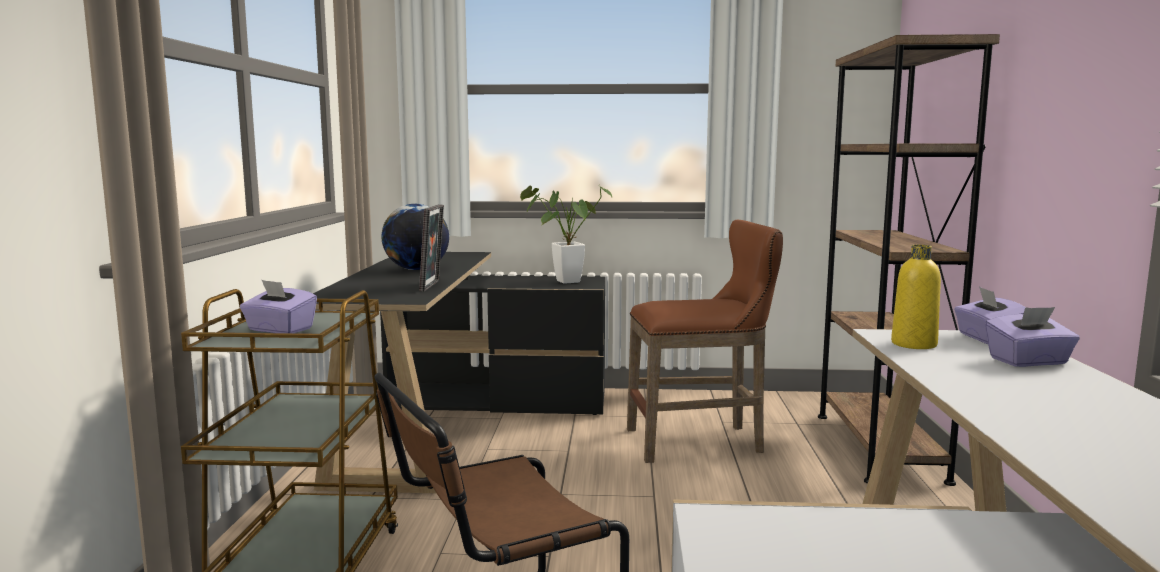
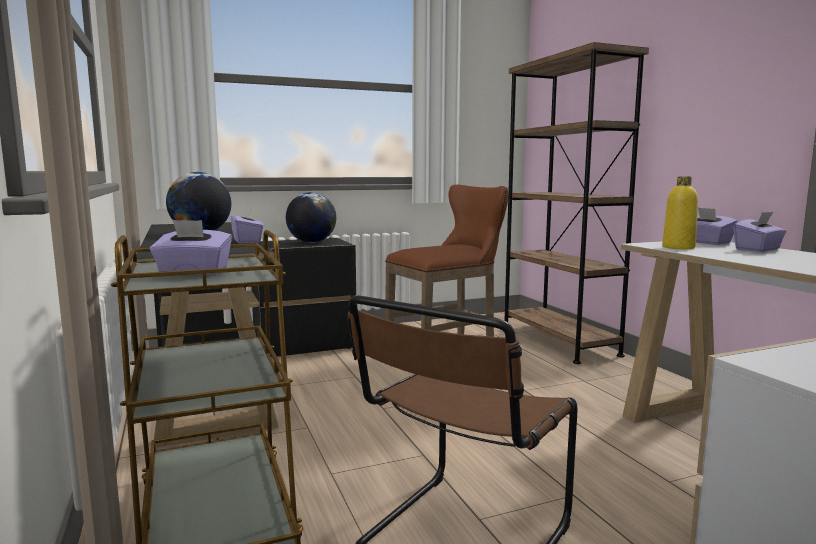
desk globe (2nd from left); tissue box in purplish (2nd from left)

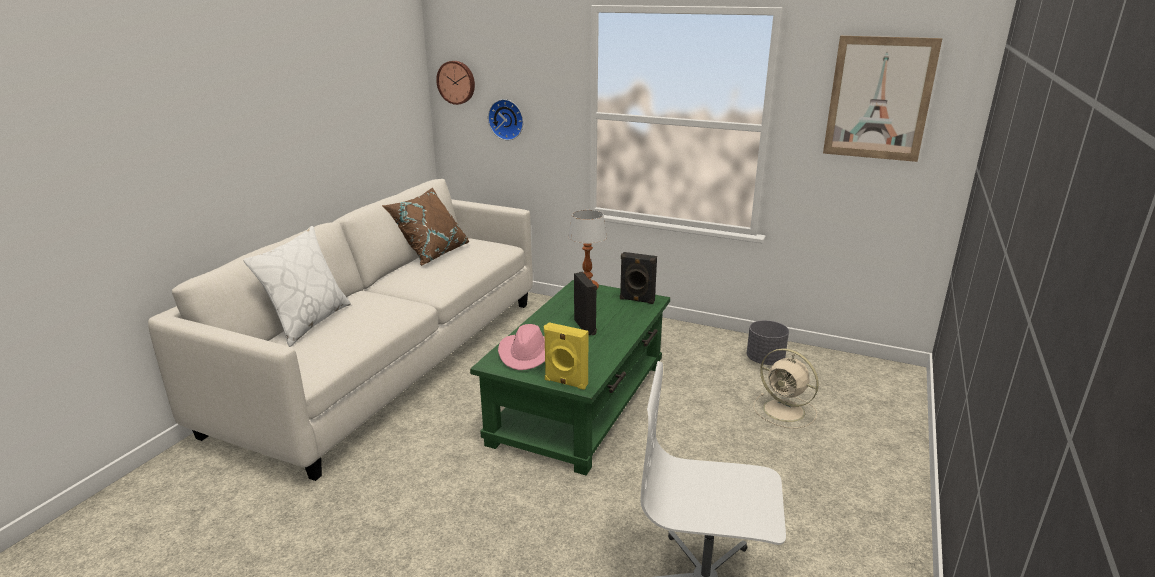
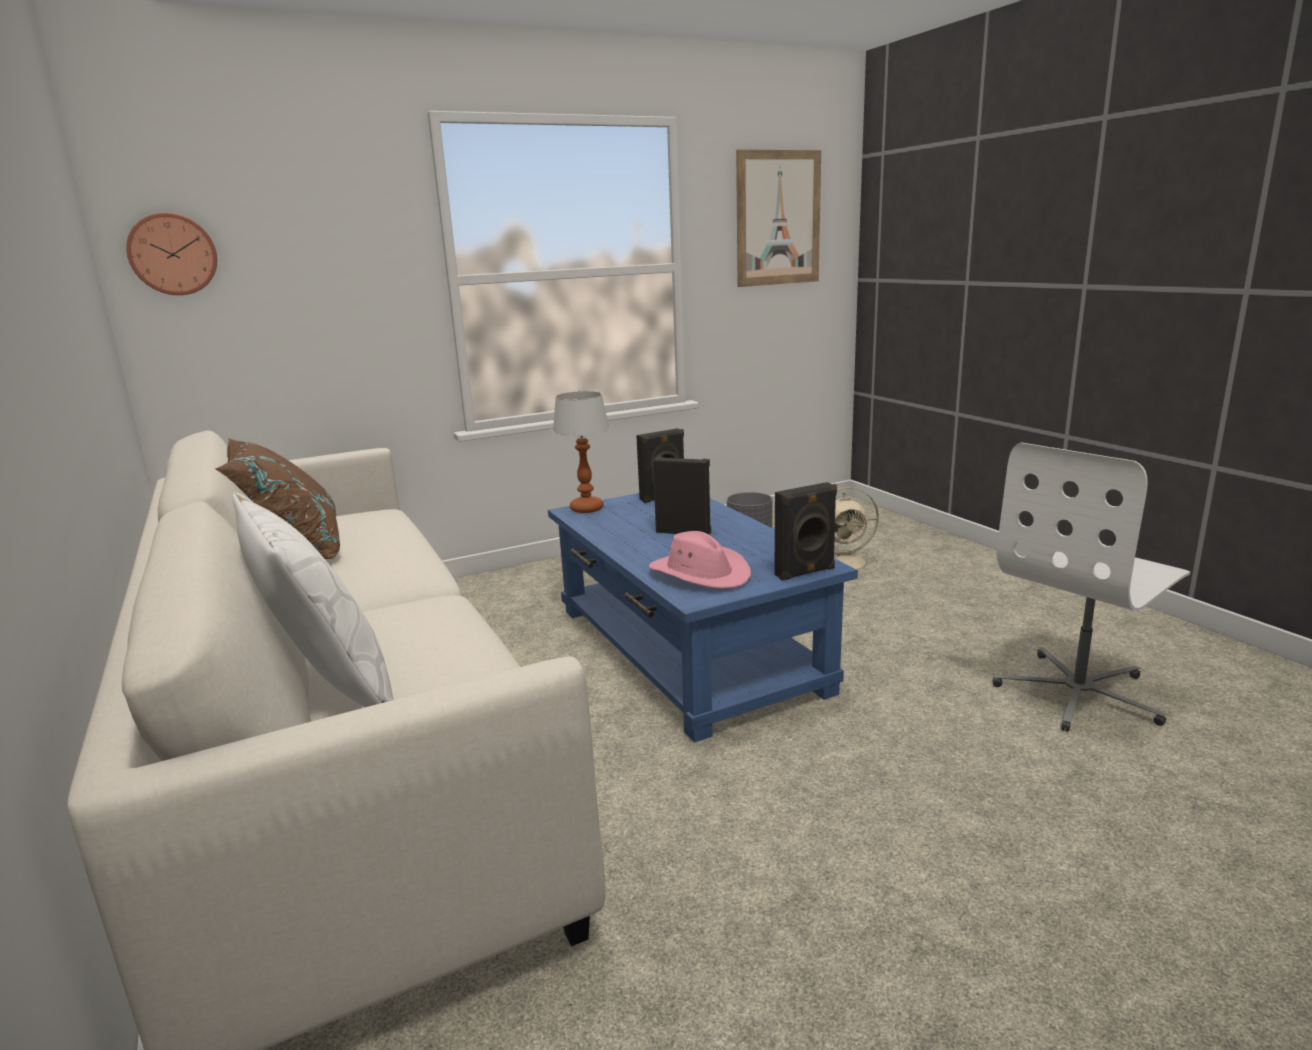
clock on the wall (2nd from left in the first image); low table in bluish; loudspeaker in black-coloured (3rd from left)

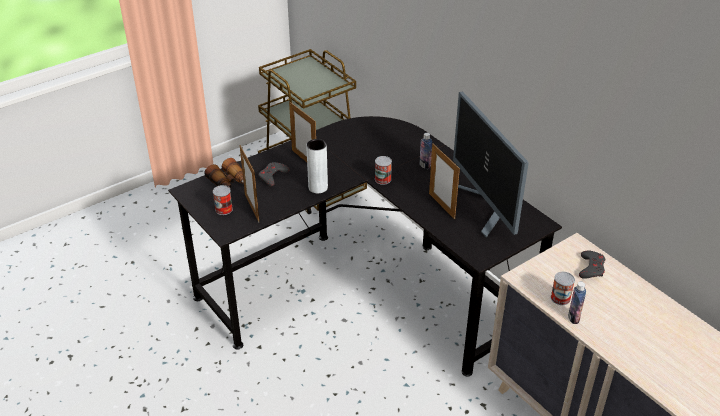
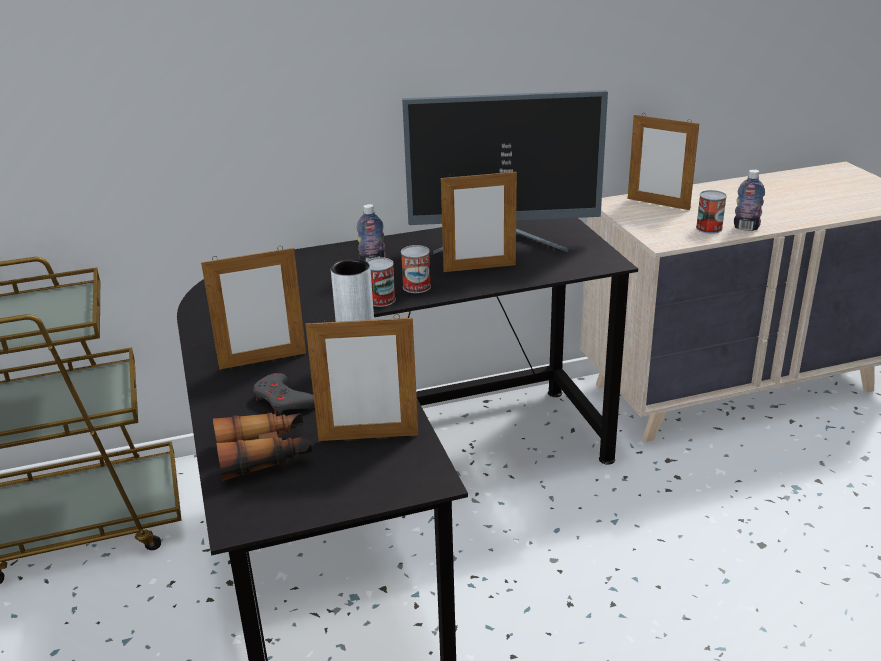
sealed can (2nd from left); picture frame (4th from left)

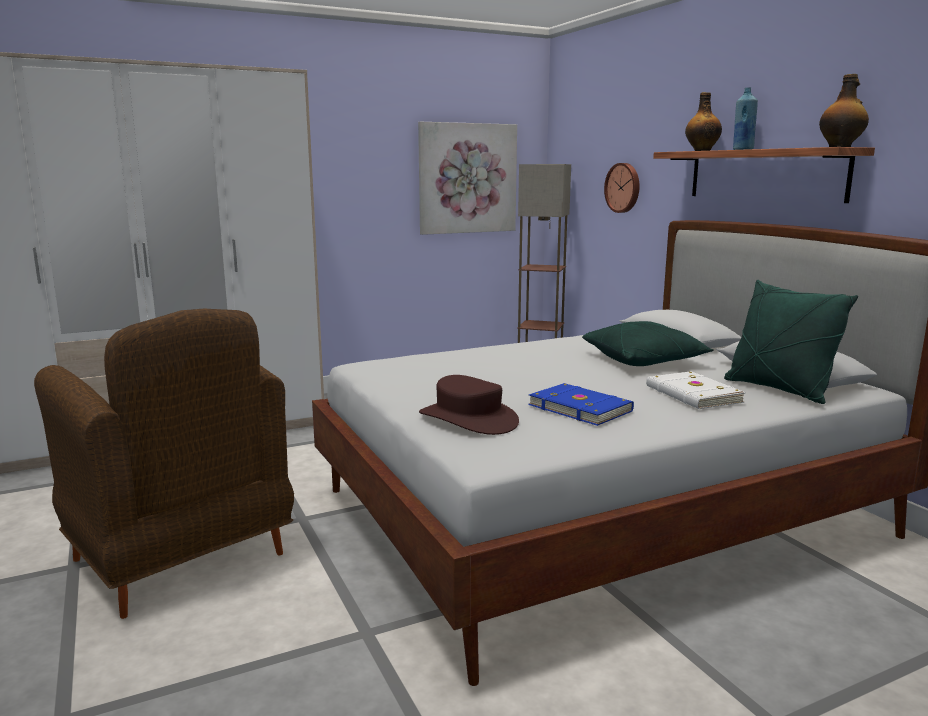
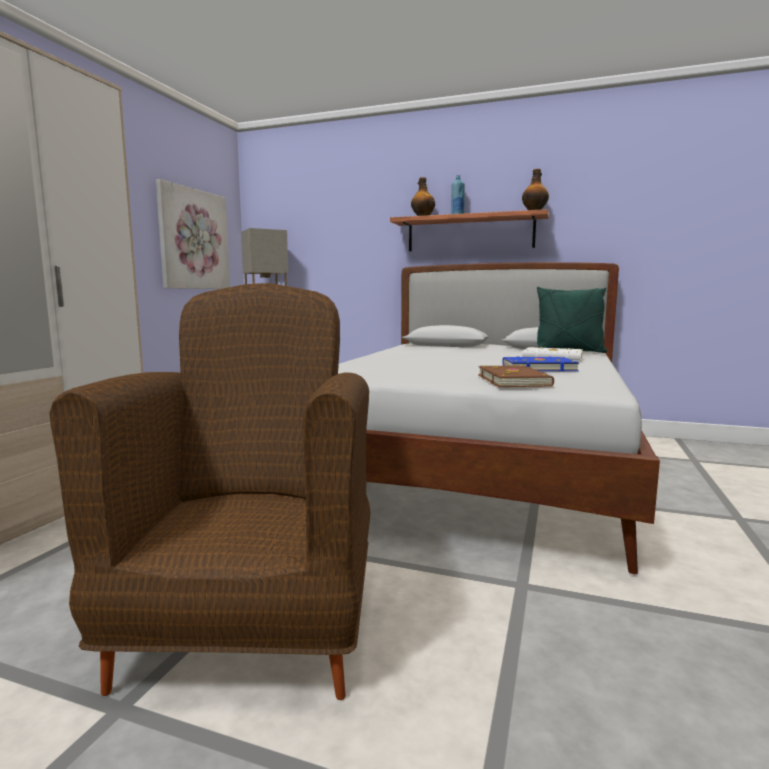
clock on the wall; easy chair in brown-coloured; pillow in green-coloured (1st from left in the first image); book in brown-coloured

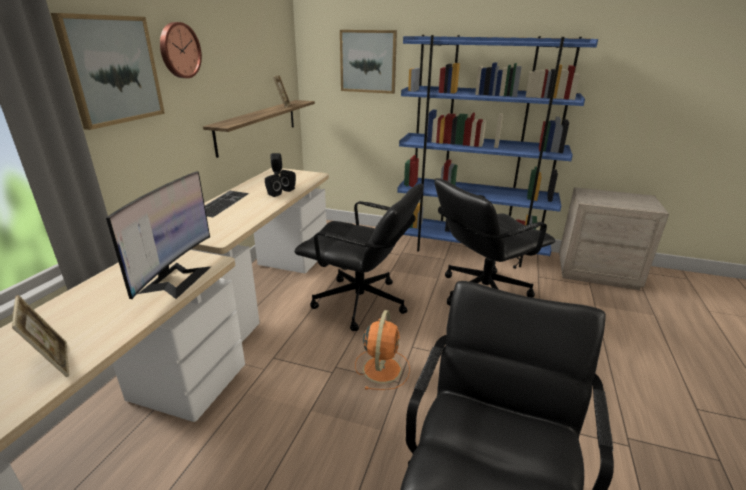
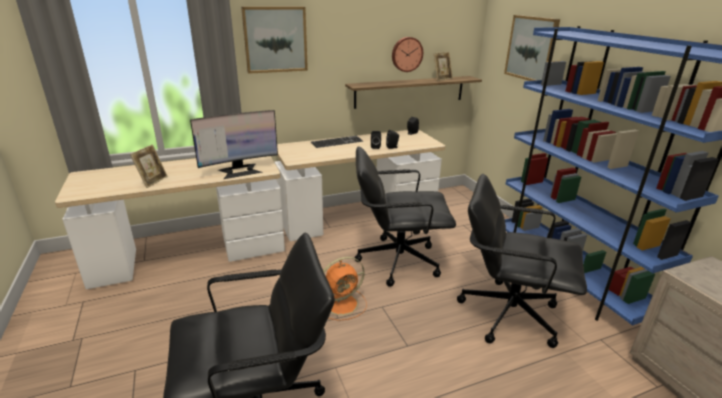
clock on the wall; desk chair in black-coloured (2nd from left)

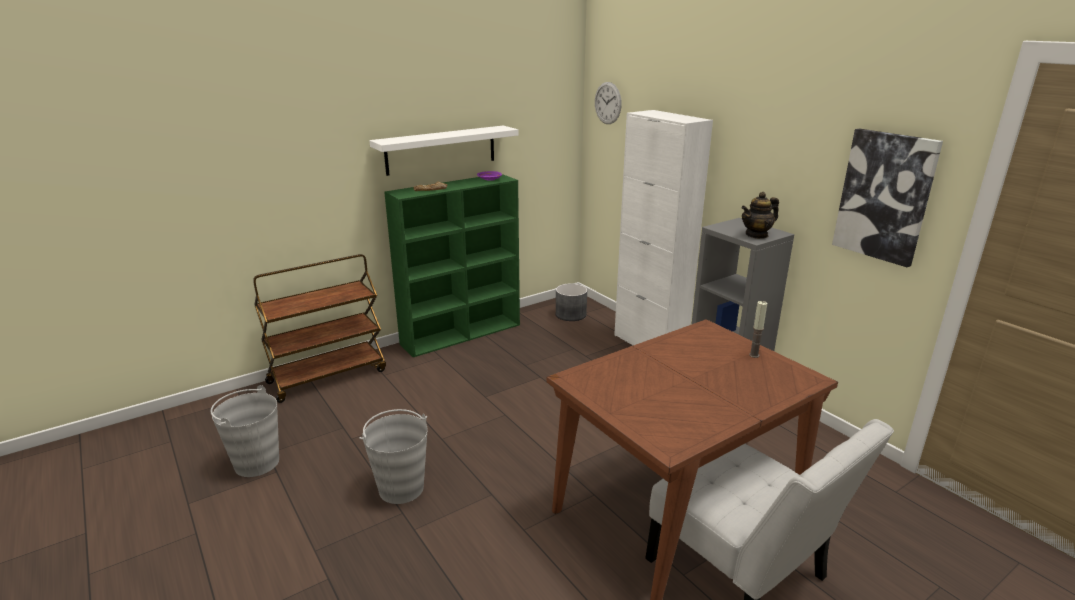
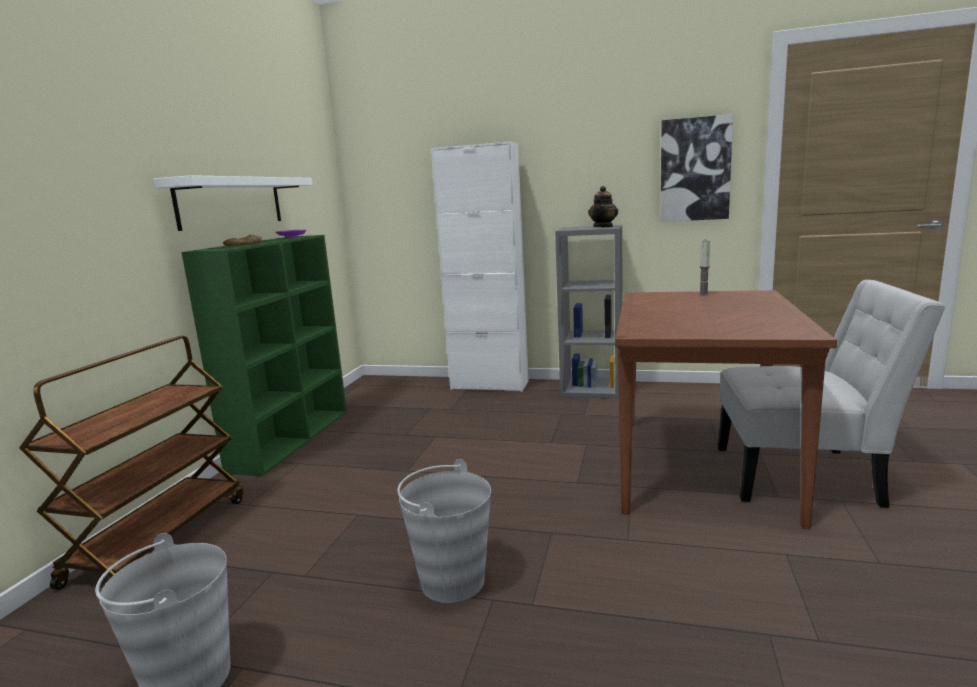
clock on the wall; plant pot in grey

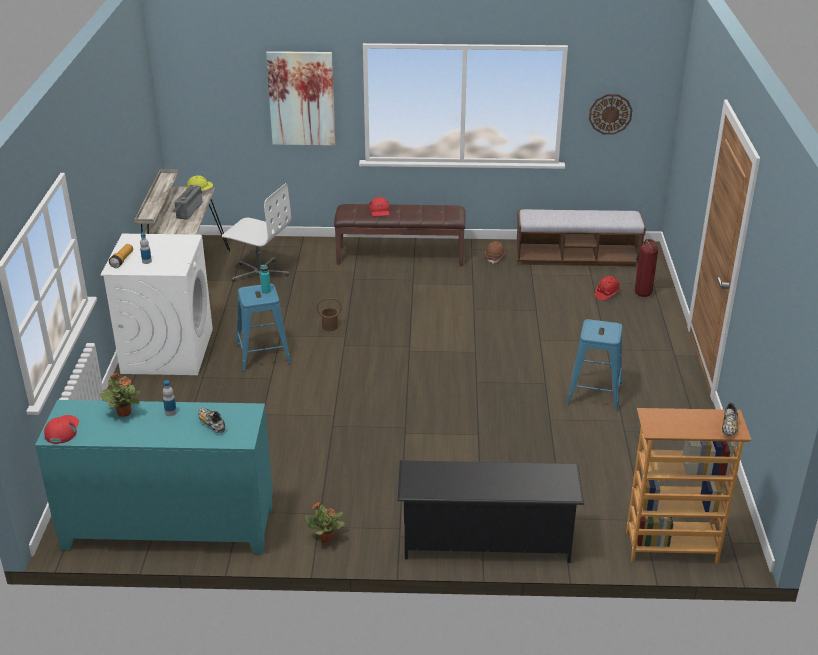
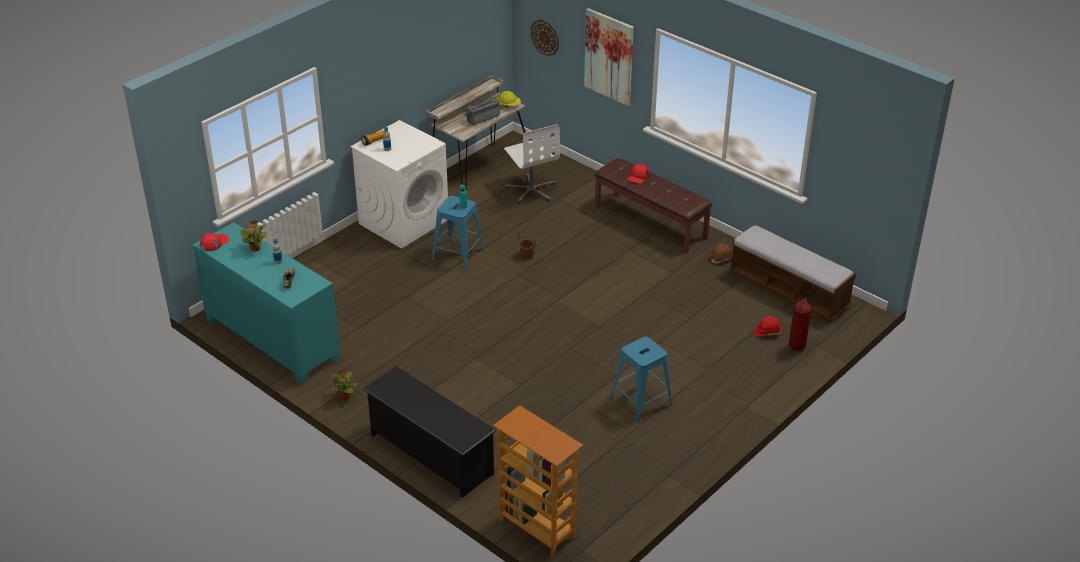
clock on the wall; shoe (2nd from left in the first image)

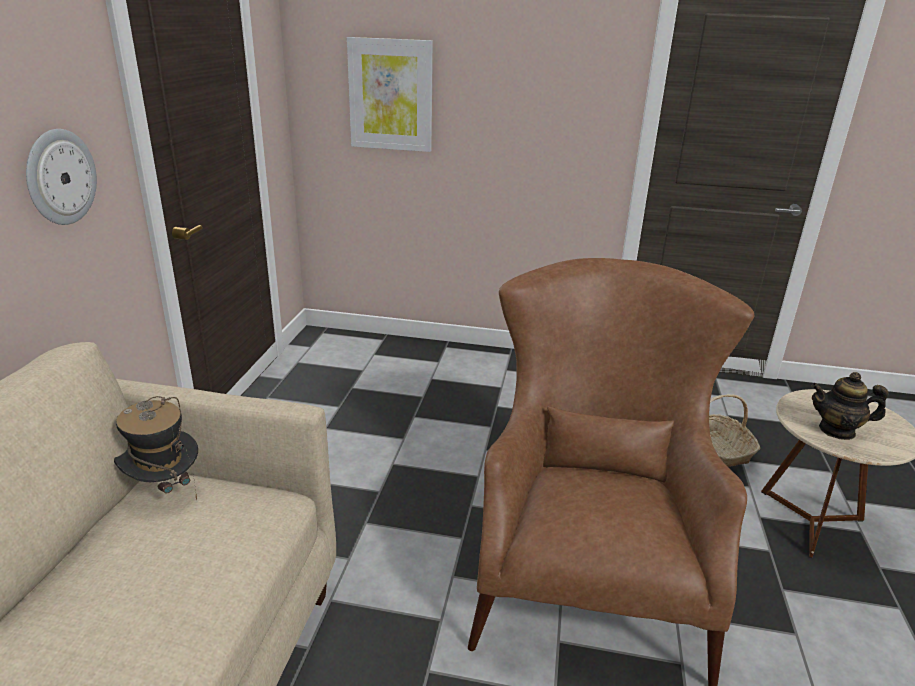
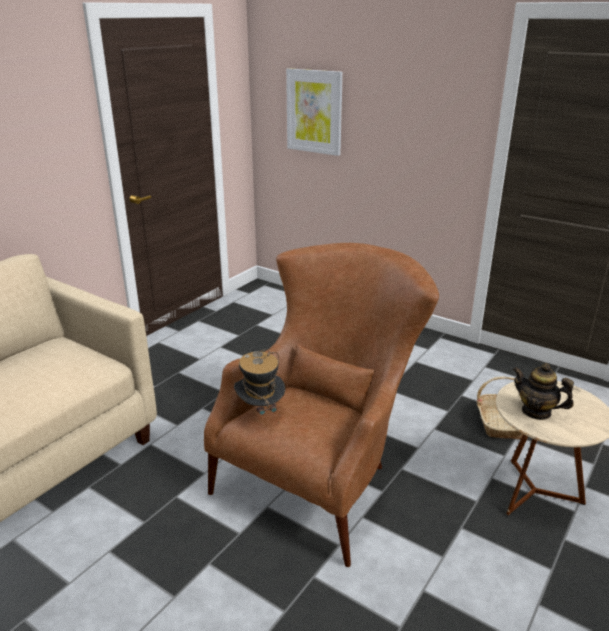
clock on the wall; wearable hat

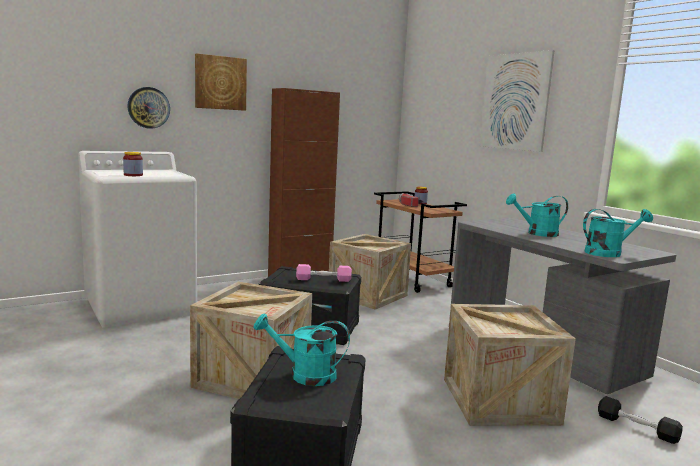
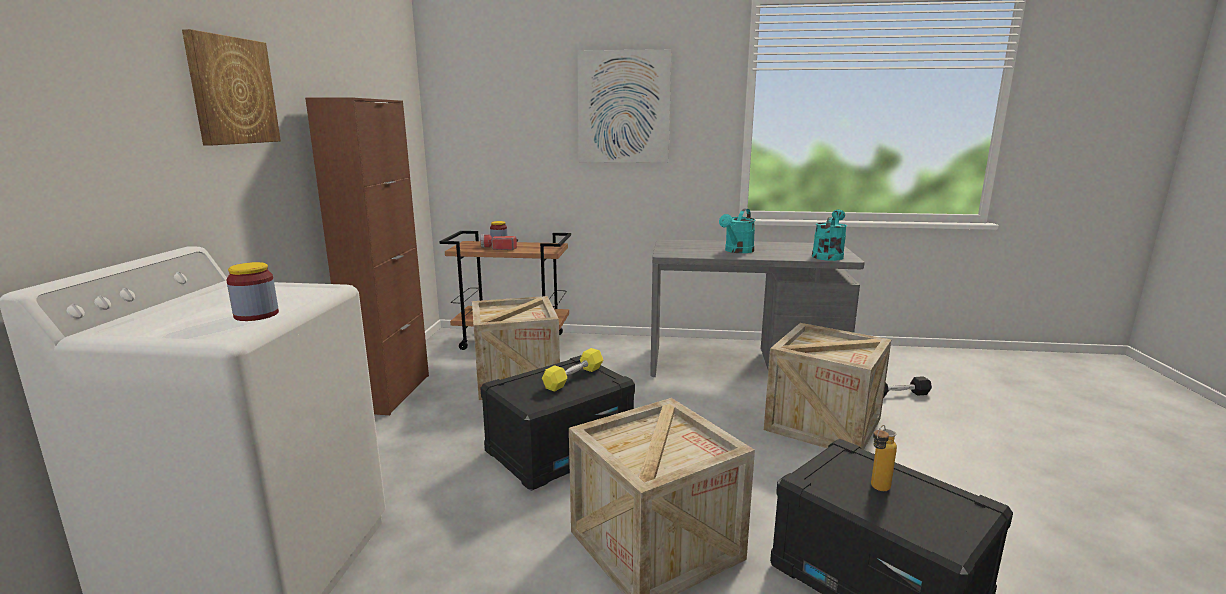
clock on the wall; free weight in yellowish; drink bottle

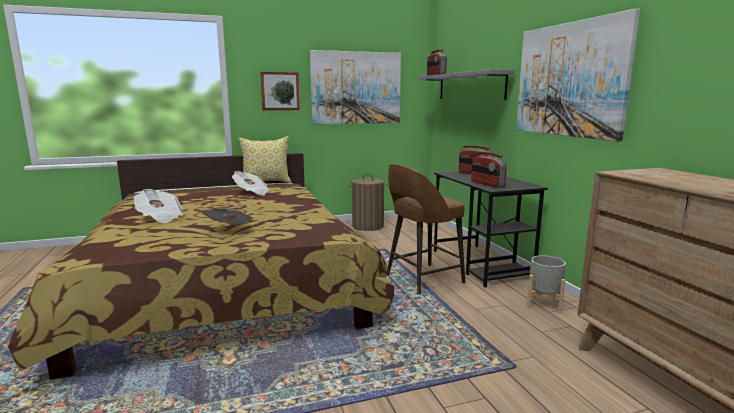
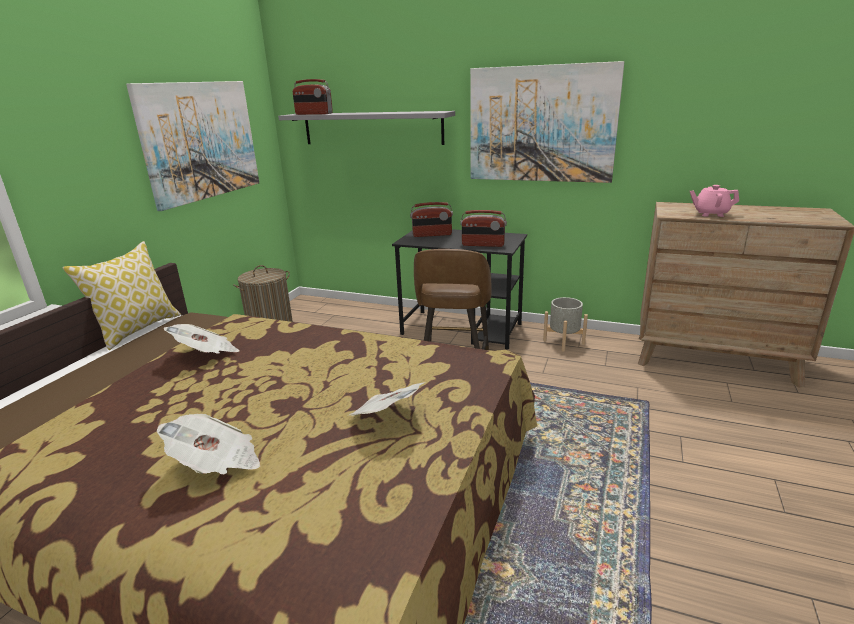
picture (1st from left in the first image); tea pot in pinkish

